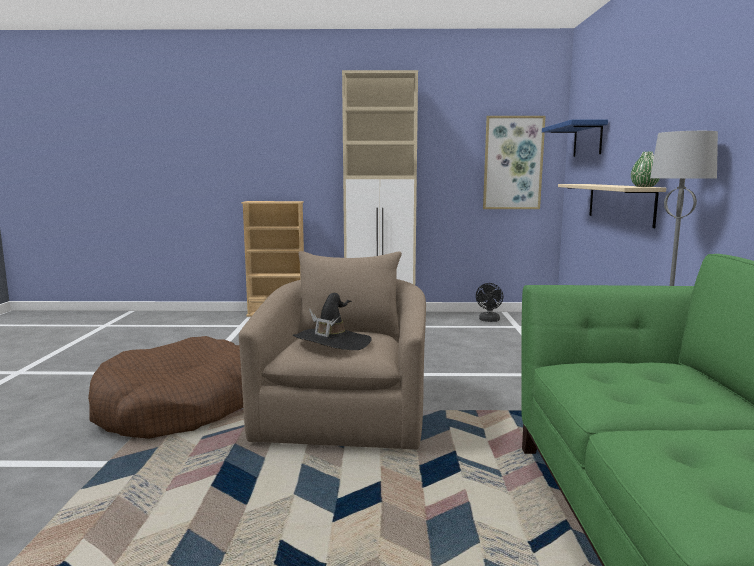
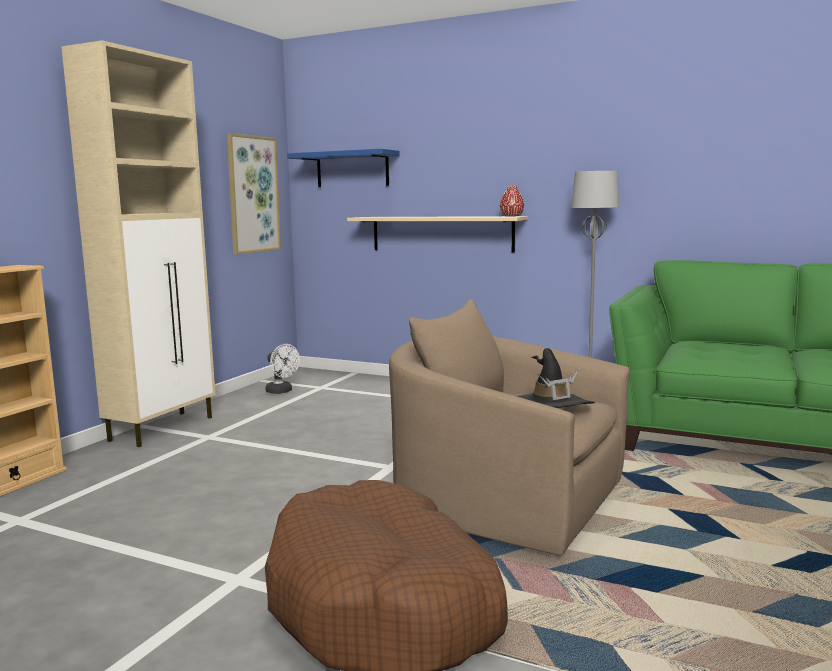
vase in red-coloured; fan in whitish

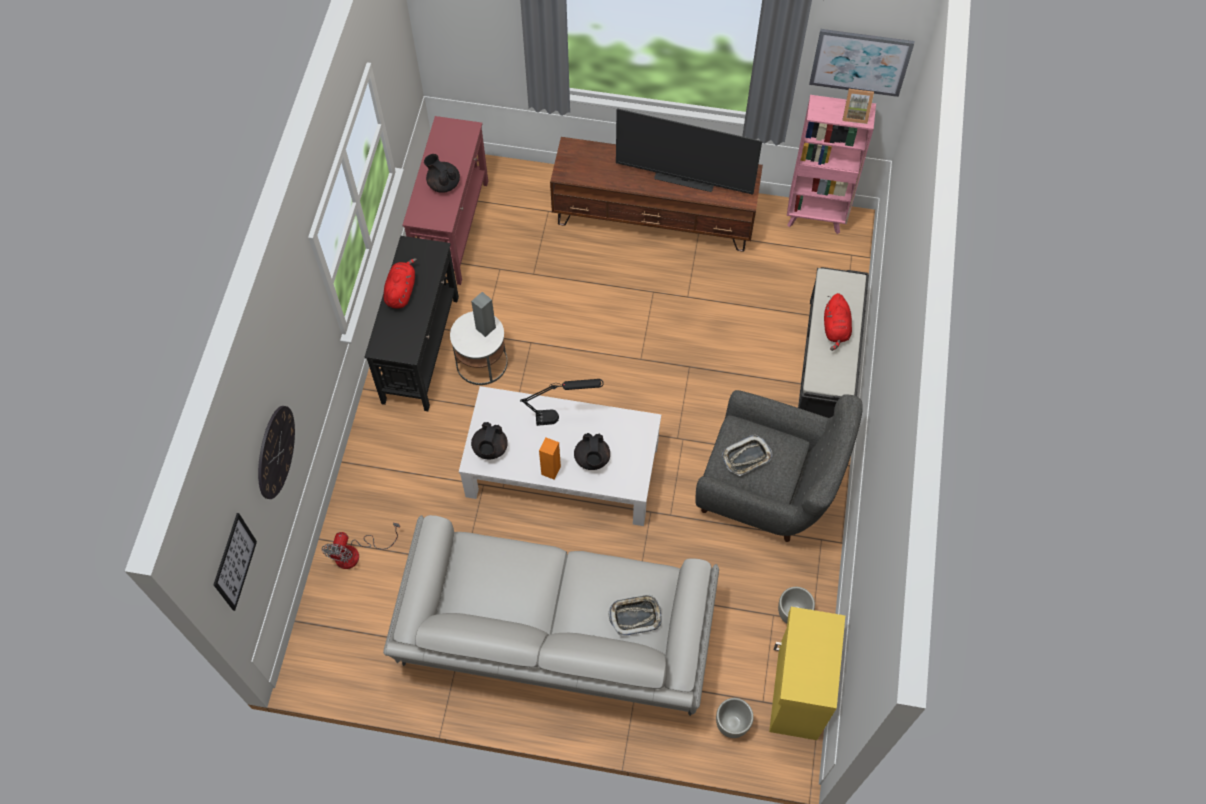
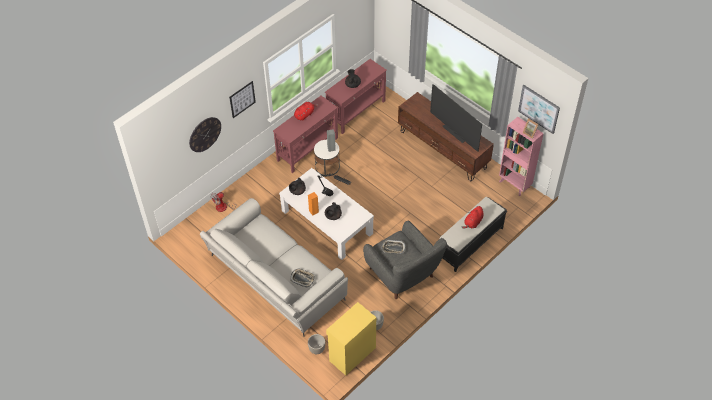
hall table in red-coloured (1st from left); picture (1st from left)

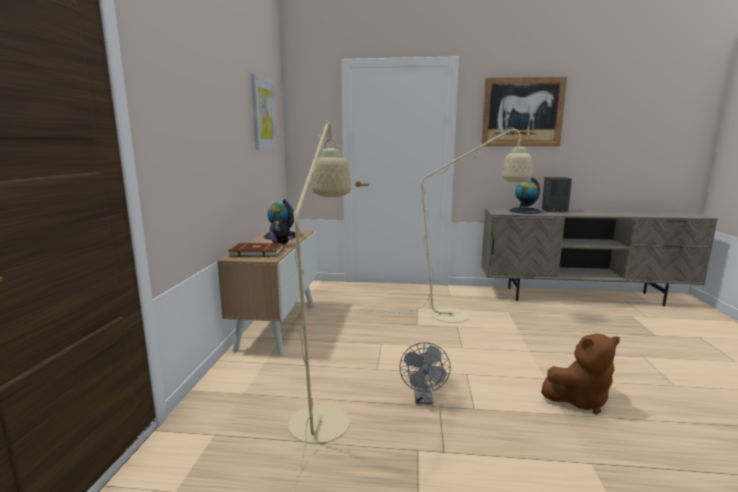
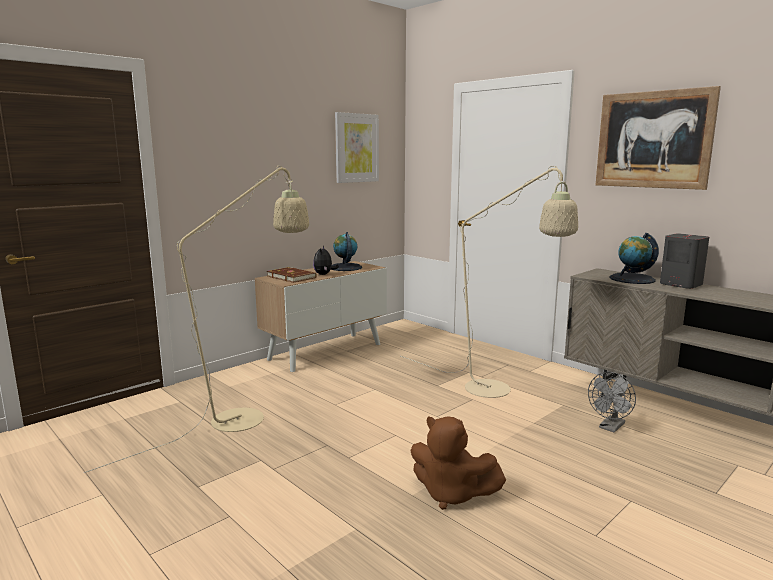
fan in grey

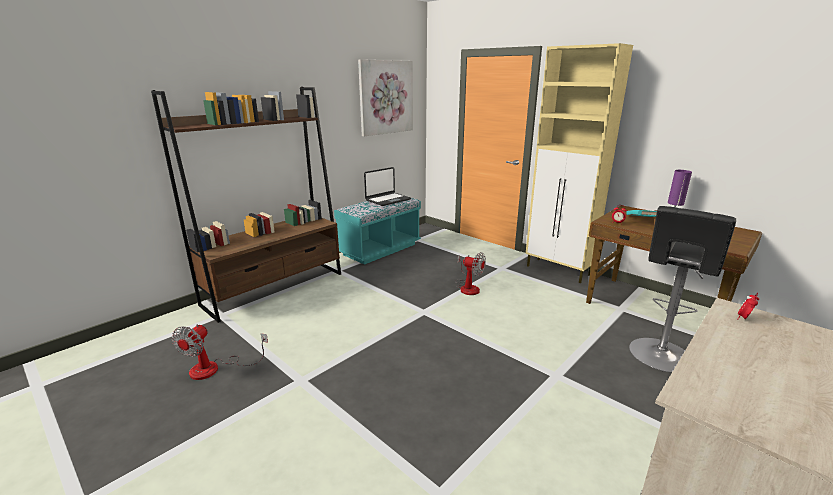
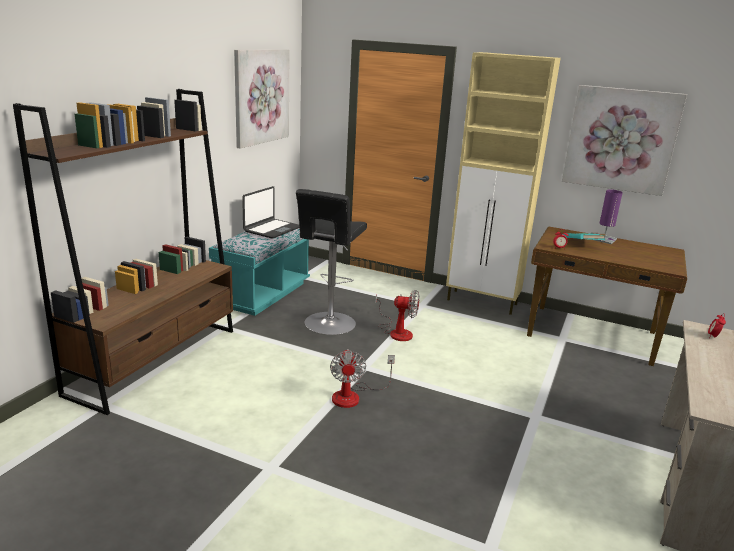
stool seat in black-coloured; fan (1st from left); picture (2nd from left)

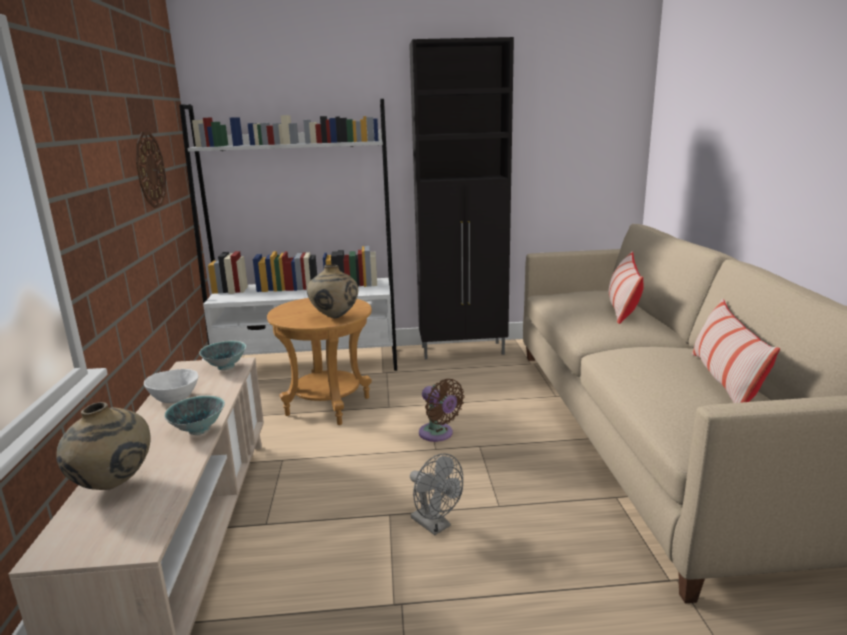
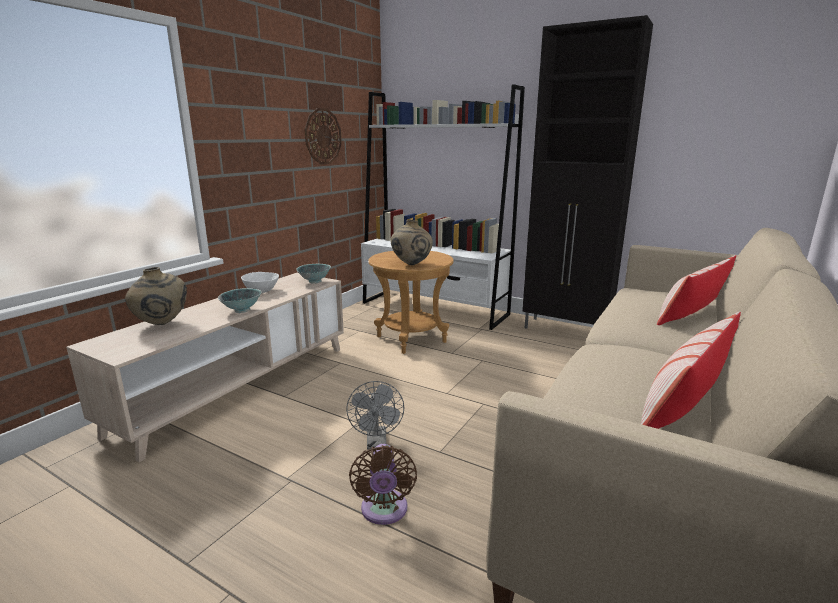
fan in brown-coloured

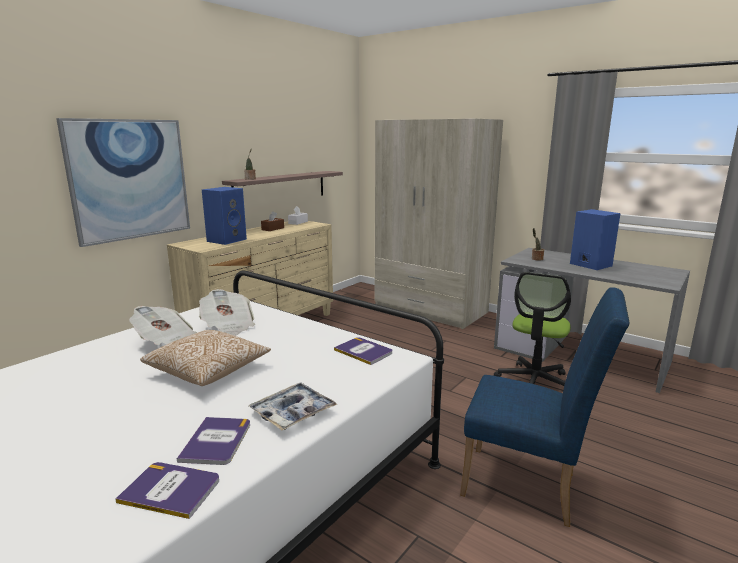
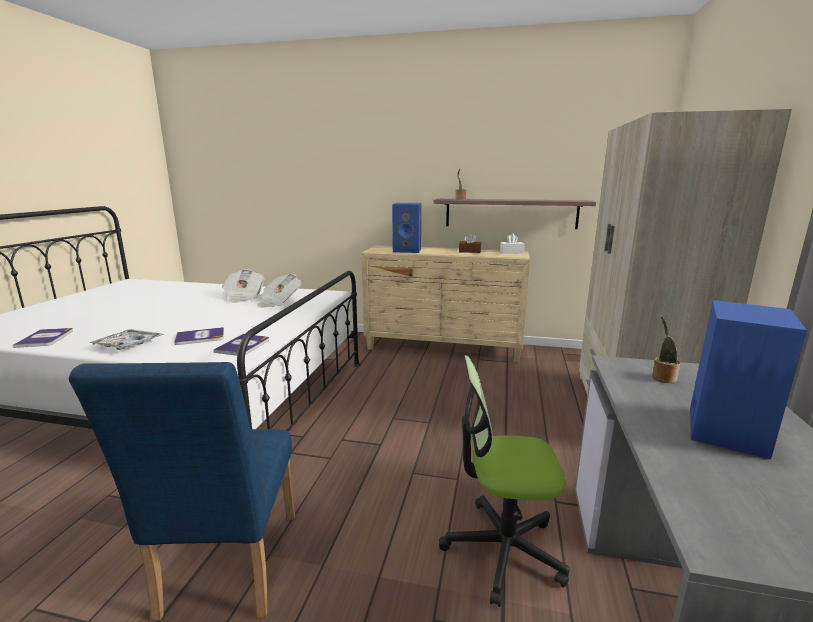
picture; pillow; book (2nd from left)

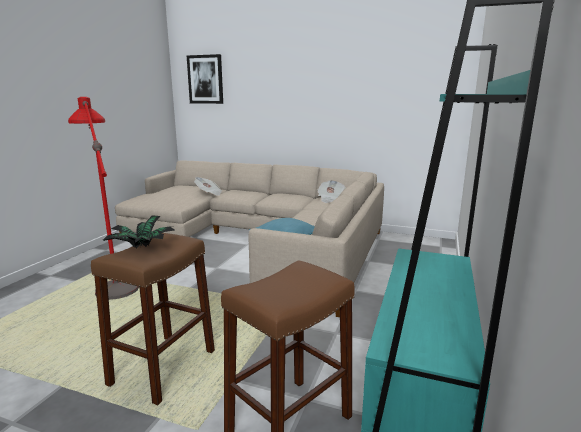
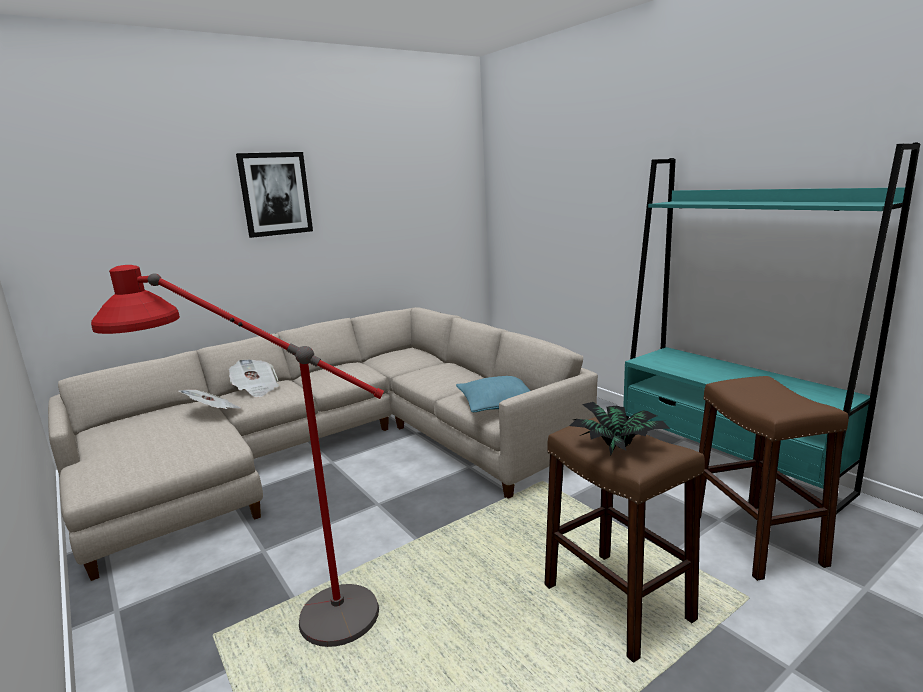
picture; printed paper (2nd from left)

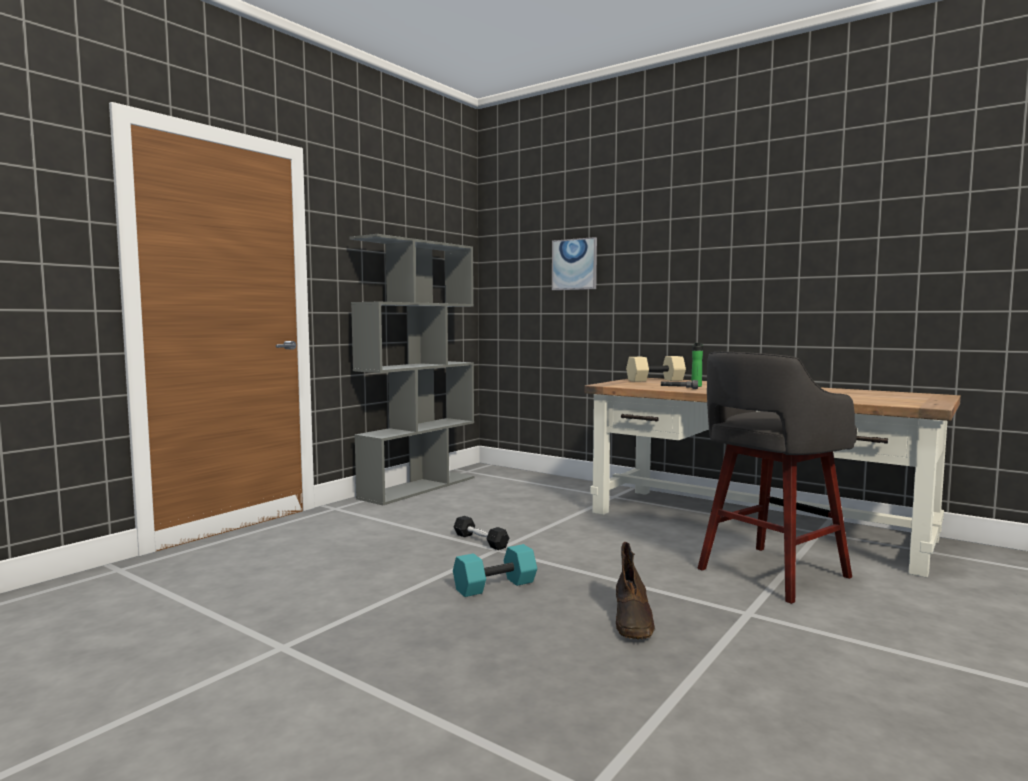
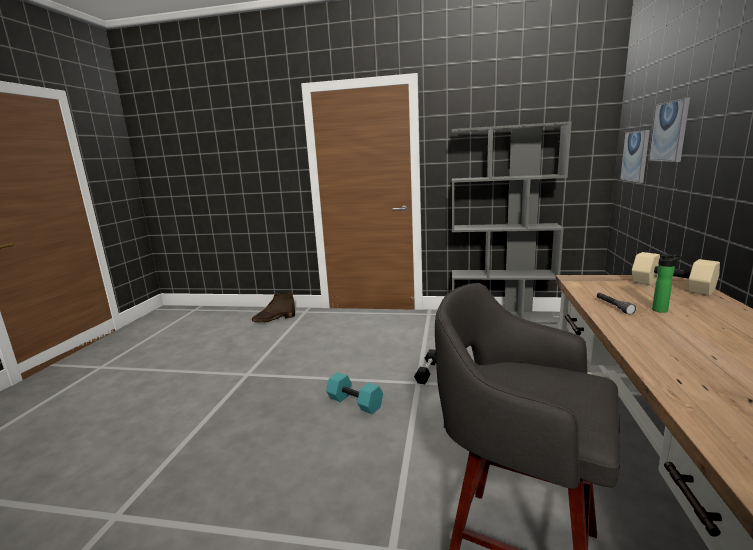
boot in brown-coloured; picture (1st from left)

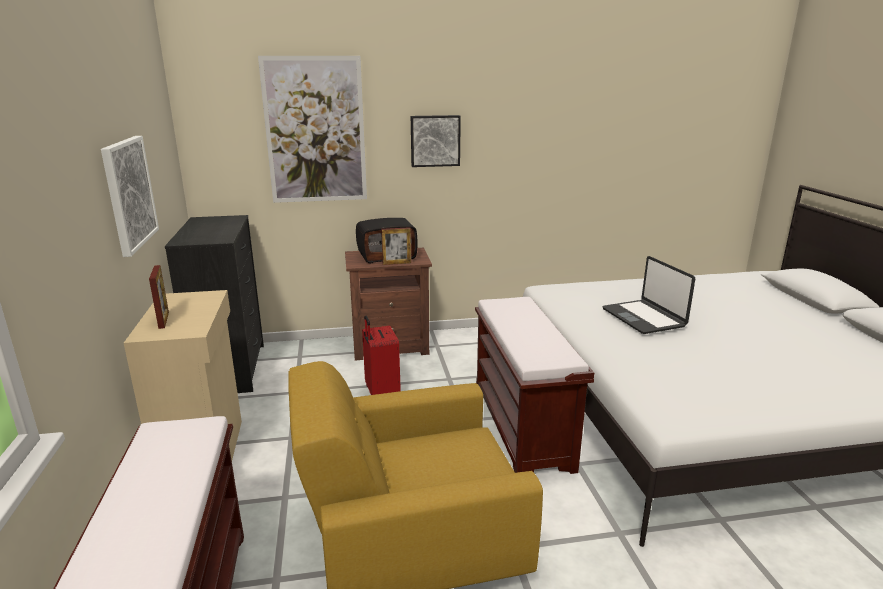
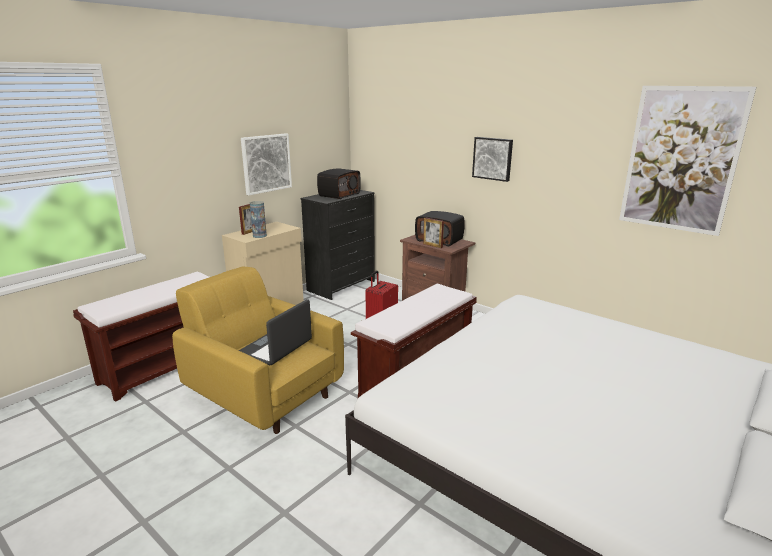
picture (3rd from left); notebook computer; radio receiver (1st from left); vase

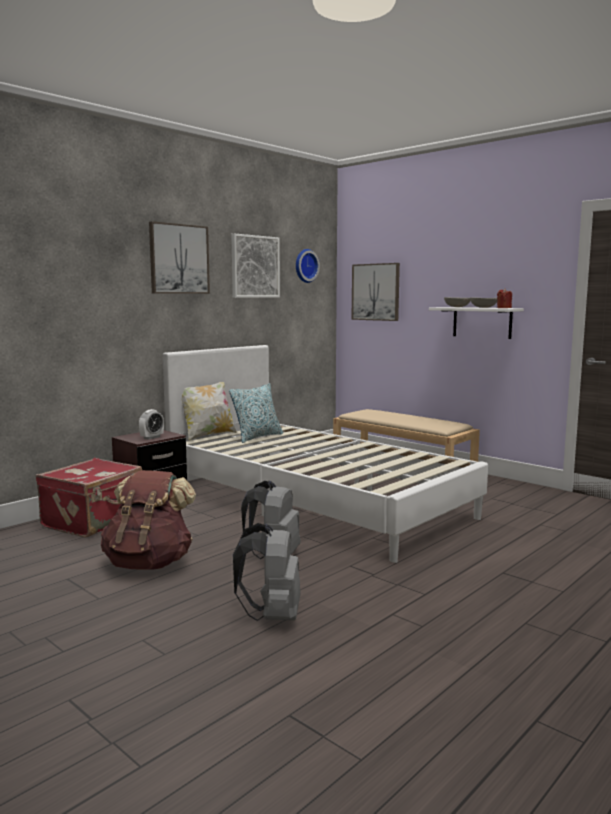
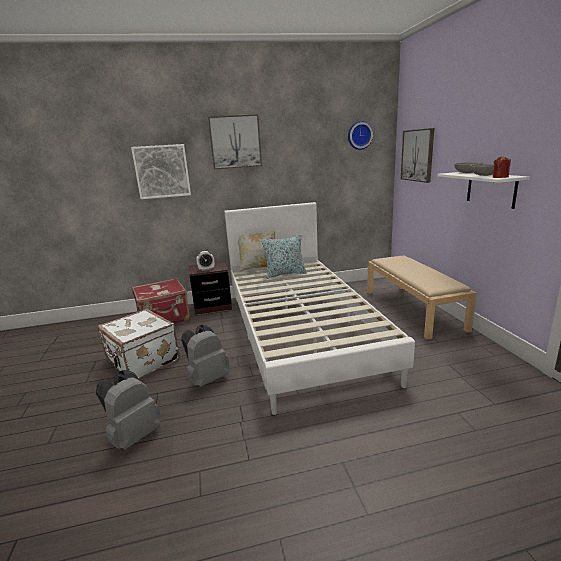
picture (1st from left); suitcase in whitish

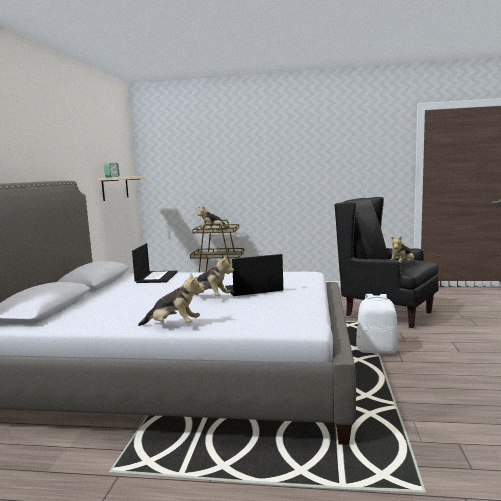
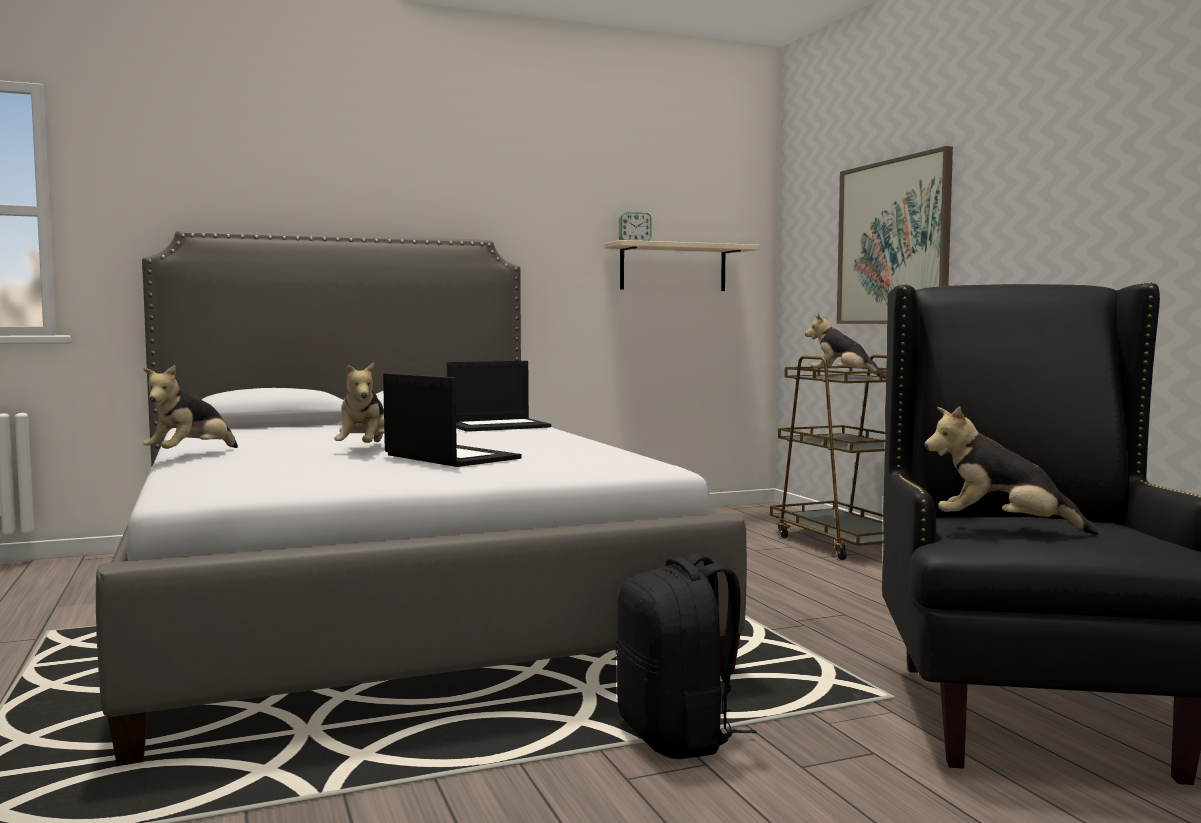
plush toy (1st from left); rucksack in black-coloured; picture

